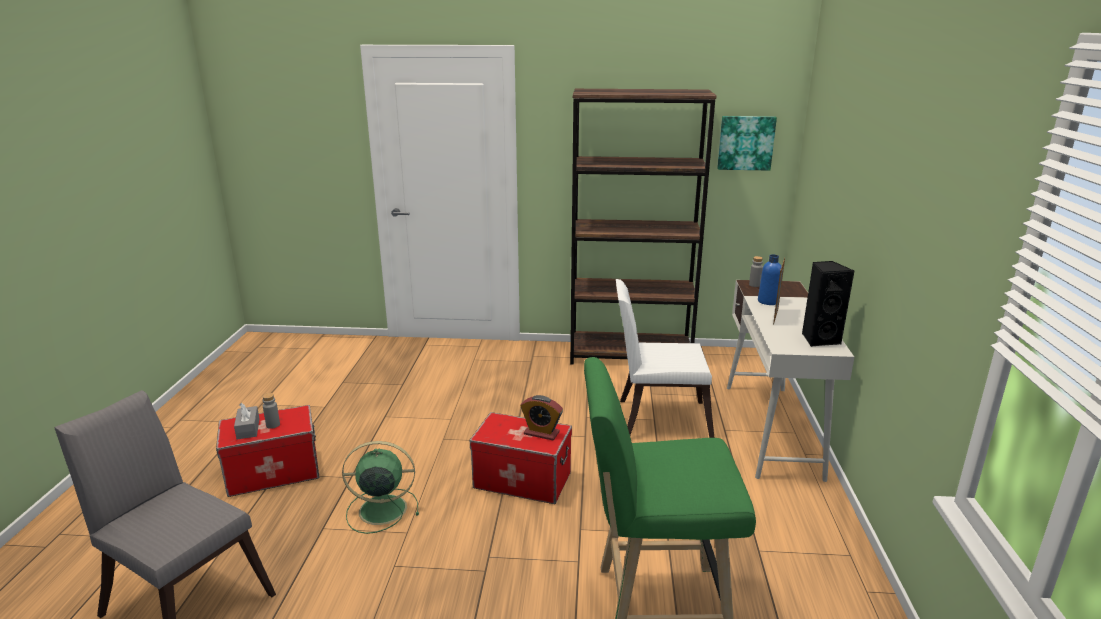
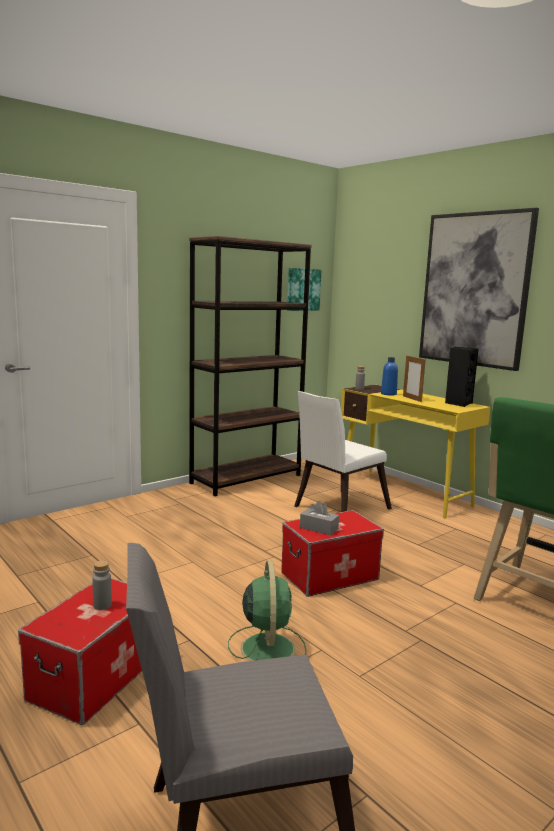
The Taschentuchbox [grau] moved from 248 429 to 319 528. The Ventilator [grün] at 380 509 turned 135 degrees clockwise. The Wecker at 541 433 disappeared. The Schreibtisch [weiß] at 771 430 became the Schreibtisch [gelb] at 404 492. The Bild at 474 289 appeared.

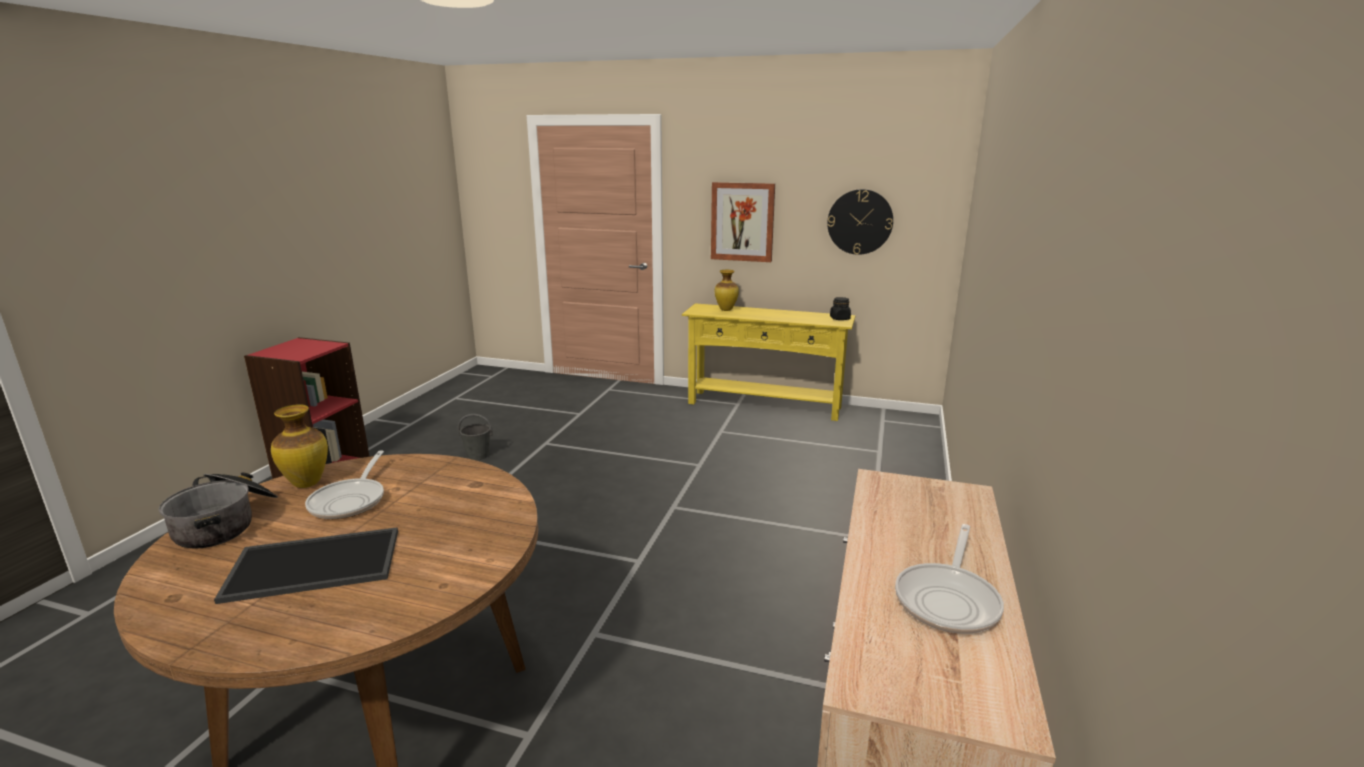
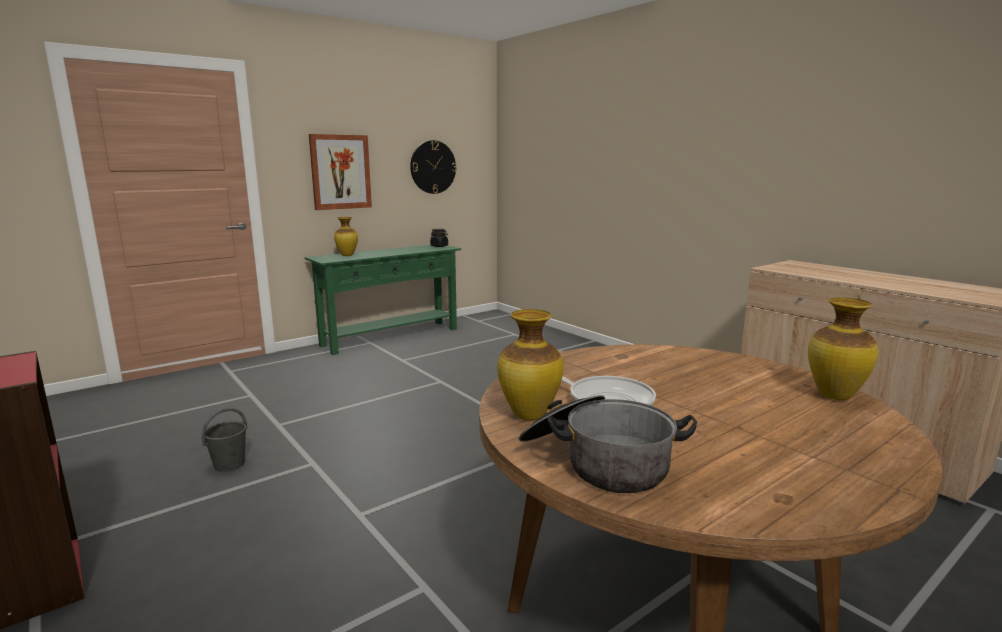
The Tablett at 312 566 disappeared. The Konsolentisch [gelb] at 764 405 became the Konsolentisch [grün] at 390 337. The Pfanne at 948 599 disappeared. The Vase at 833 396 appeared.

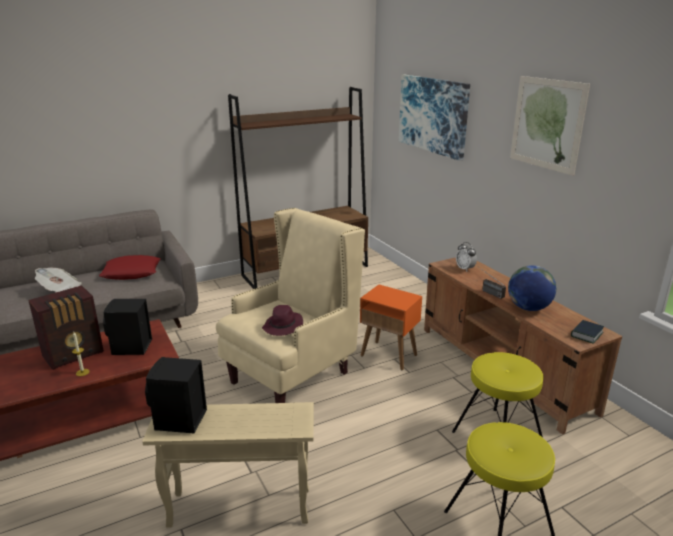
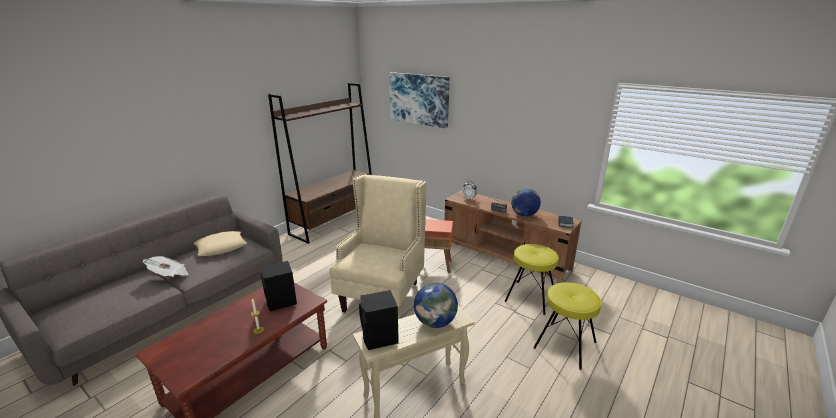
The Radio at 75 354 disappeared. The Kissen [rot] at 132 272 became the Kissen [beige] at 221 247. The Hut [lila] at 283 327 disappeared. The Bild at 547 124 disappeared. The Globus at 435 322 appeared.

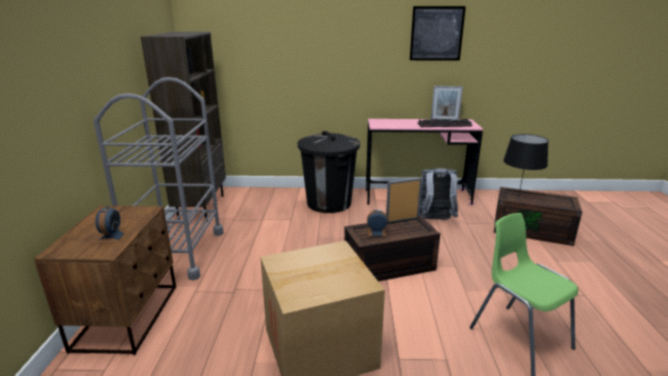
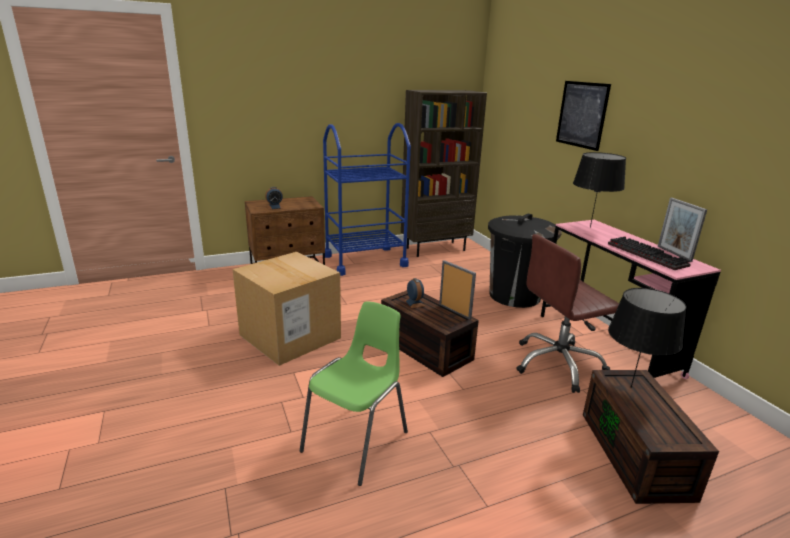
The Rollwagen [grau] at 178 253 became the Rollwagen [blau] at 365 261. The Bild moved from 436 33 to 582 114. The Rucksack [grau] at 435 220 was replaced by the Bürostuhl [braun] at 558 364. The Tischlampe [schwarz] at 589 227 appeared.

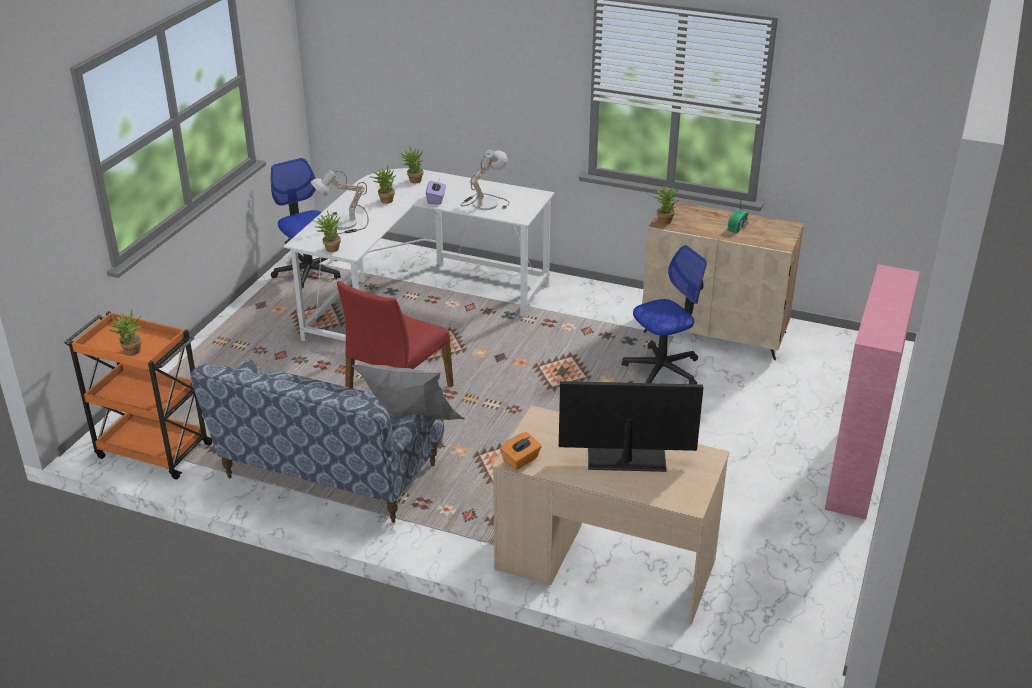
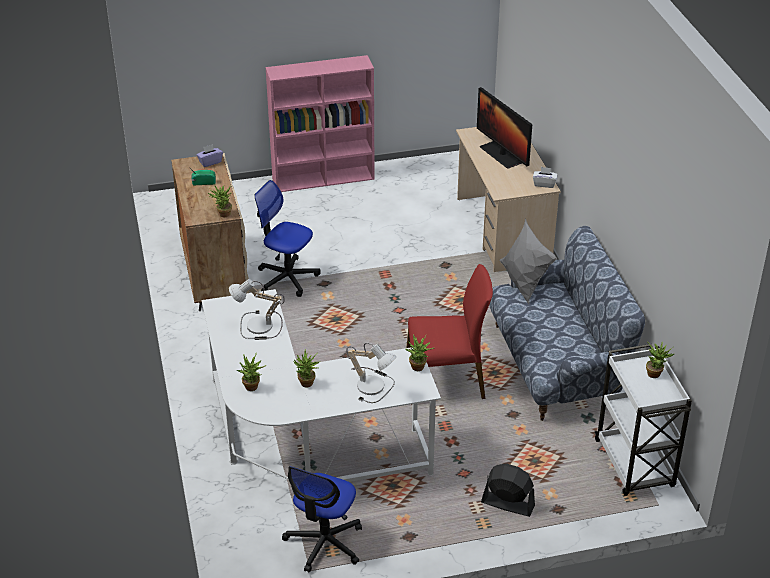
The Rollwagen [orange] at 152 450 became the Rollwagen [weiß] at 635 465. The Taschentuchbox [lila] moved from 436 199 to 210 162. The Taschentuchbox [orange] at 521 460 became the Taschentuchbox [weiß] at 544 184. The Ventilator [schwarz] at 507 504 appeared.

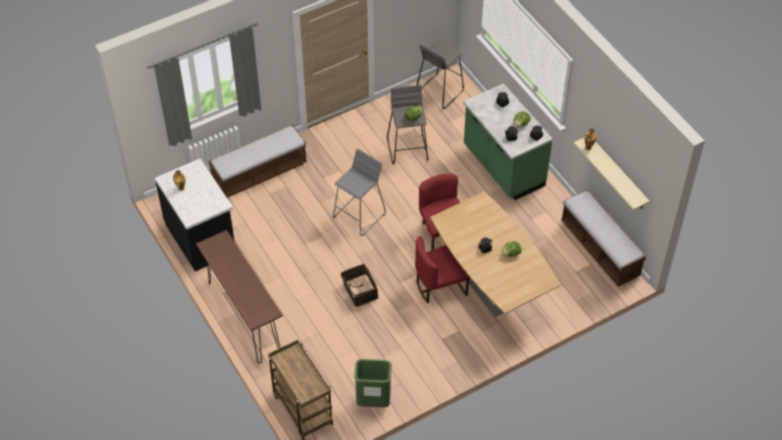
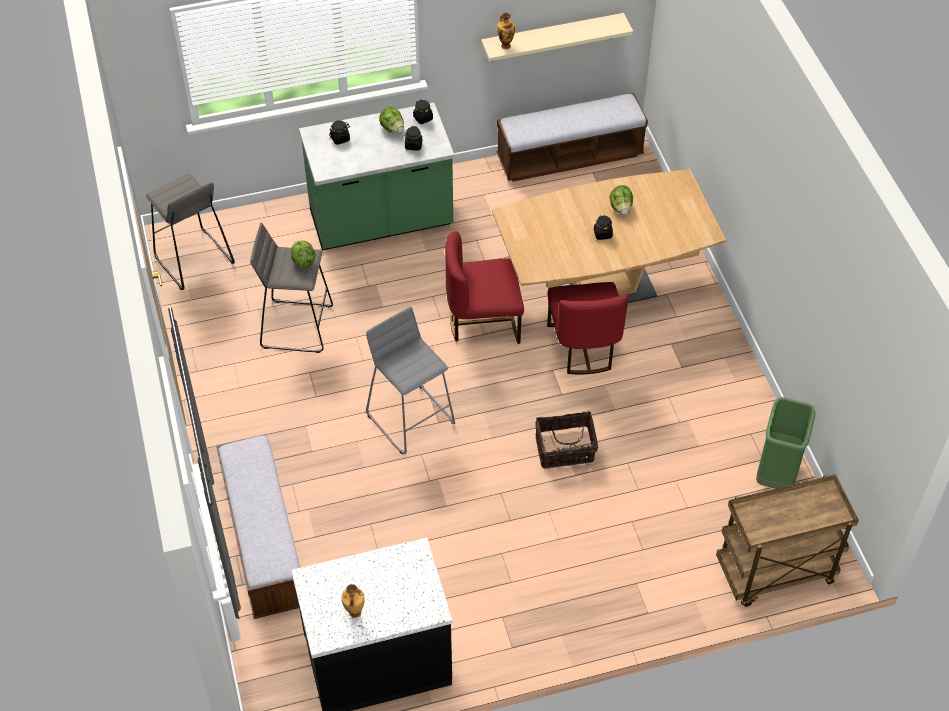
The Konsolentisch [braun] at 244 317 disappeared.

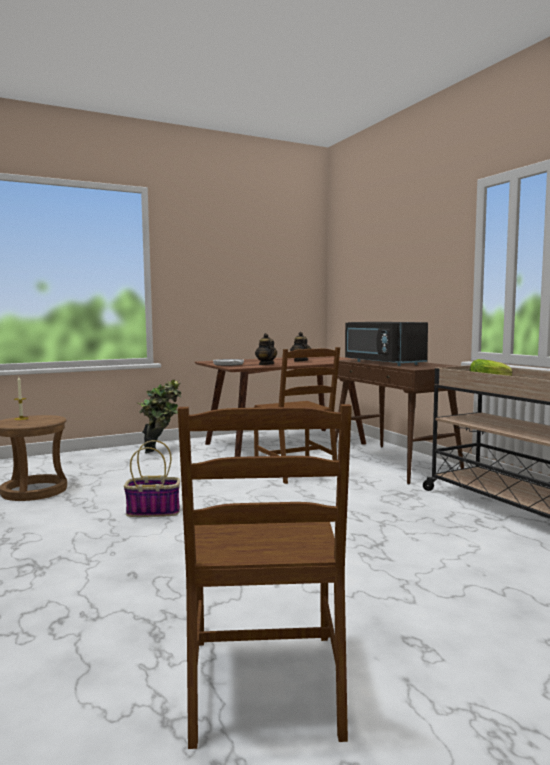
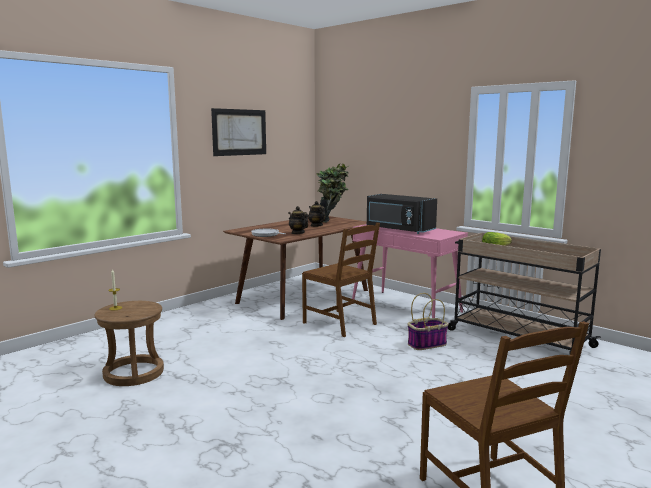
The Korb moved from 154 511 to 427 344. The Topfpflanze moved from 161 451 to 332 221. The Konsolentisch [braun] at 394 463 became the Konsolentisch [rosa] at 406 308. The Bild at 239 132 appeared.

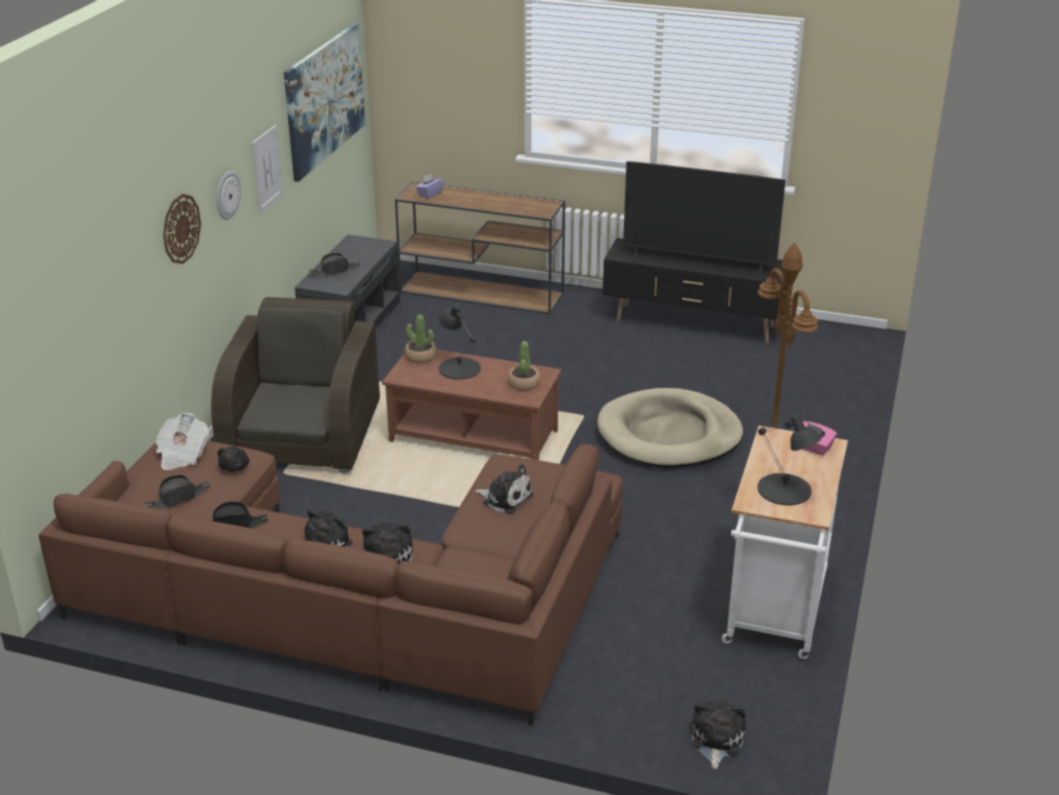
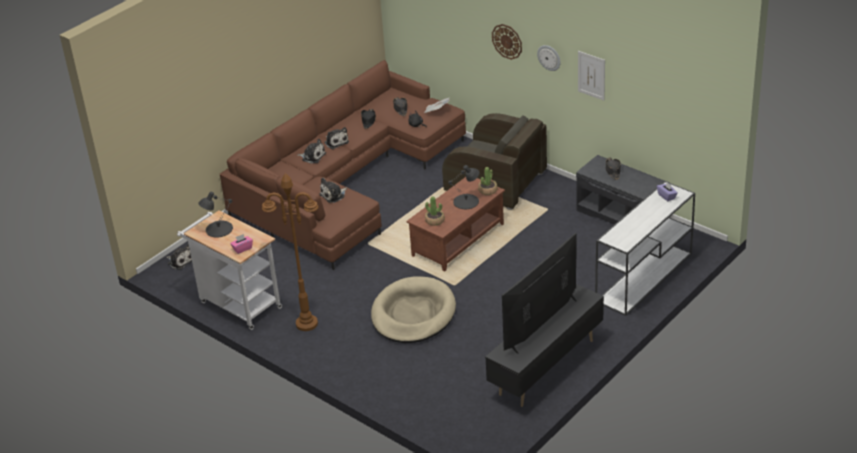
The Bild at 324 99 disappeared. The Konsolentisch [braun] at 483 293 became the Konsolentisch [weiß] at 643 278.

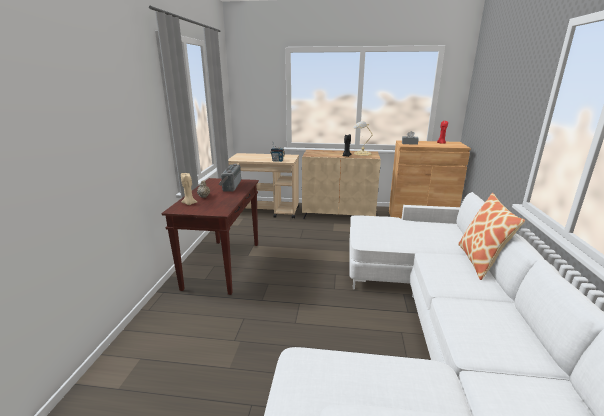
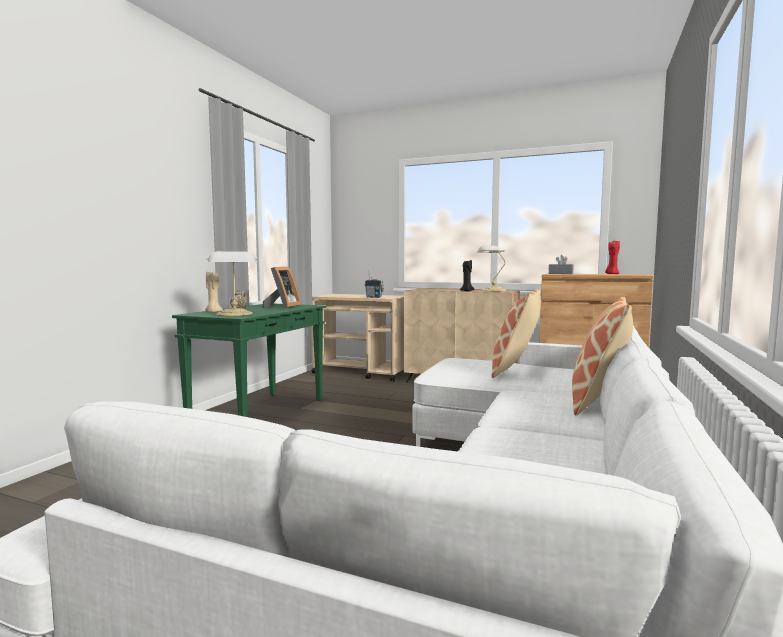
The Konsolentisch [braun] at 223 265 became the Konsolentisch [grün] at 260 413. The Radio at 230 186 was replaced by the Bilderrahmen at 282 306. The Tischlampe at 234 314 appeared. The Kissen at 516 369 appeared.

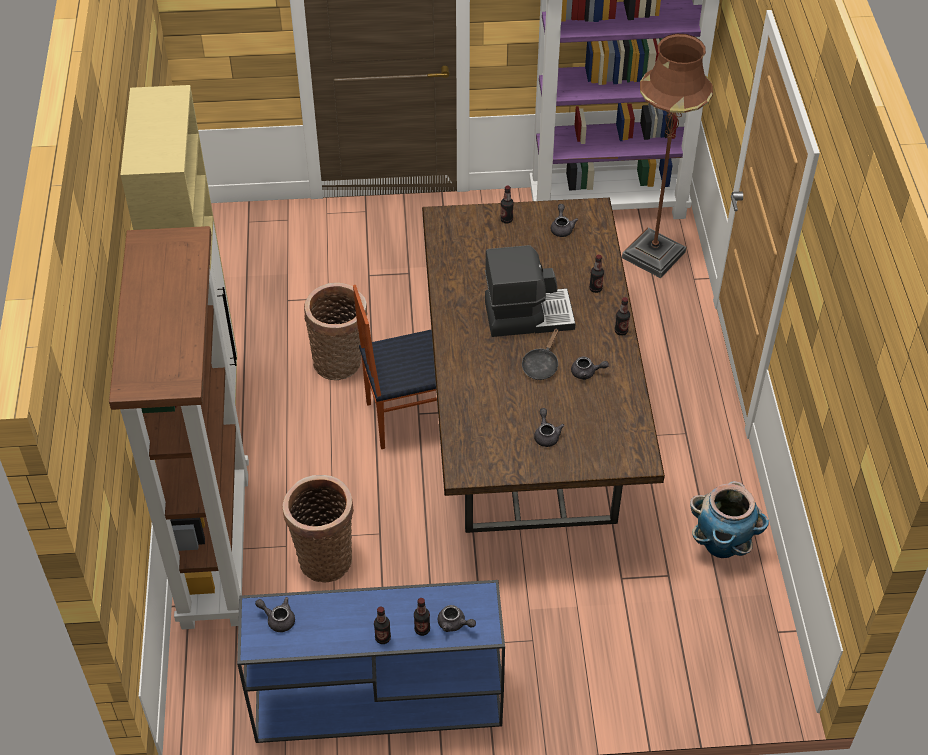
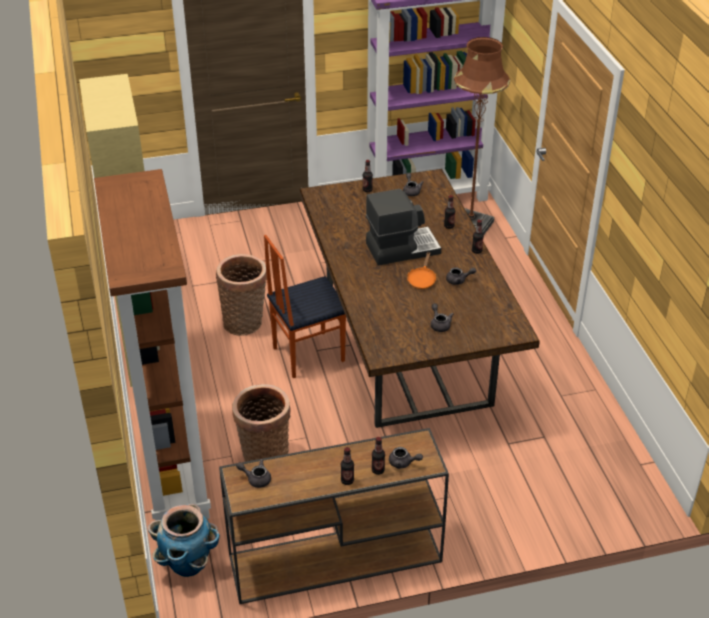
The Konsolentisch [blau] at 375 702 became the Konsolentisch [braun] at 333 559. The Pfanne [schwarz] at 541 365 became the Pfanne [orange] at 422 279. The Pflanzkübel moved from 722 544 to 188 564.

